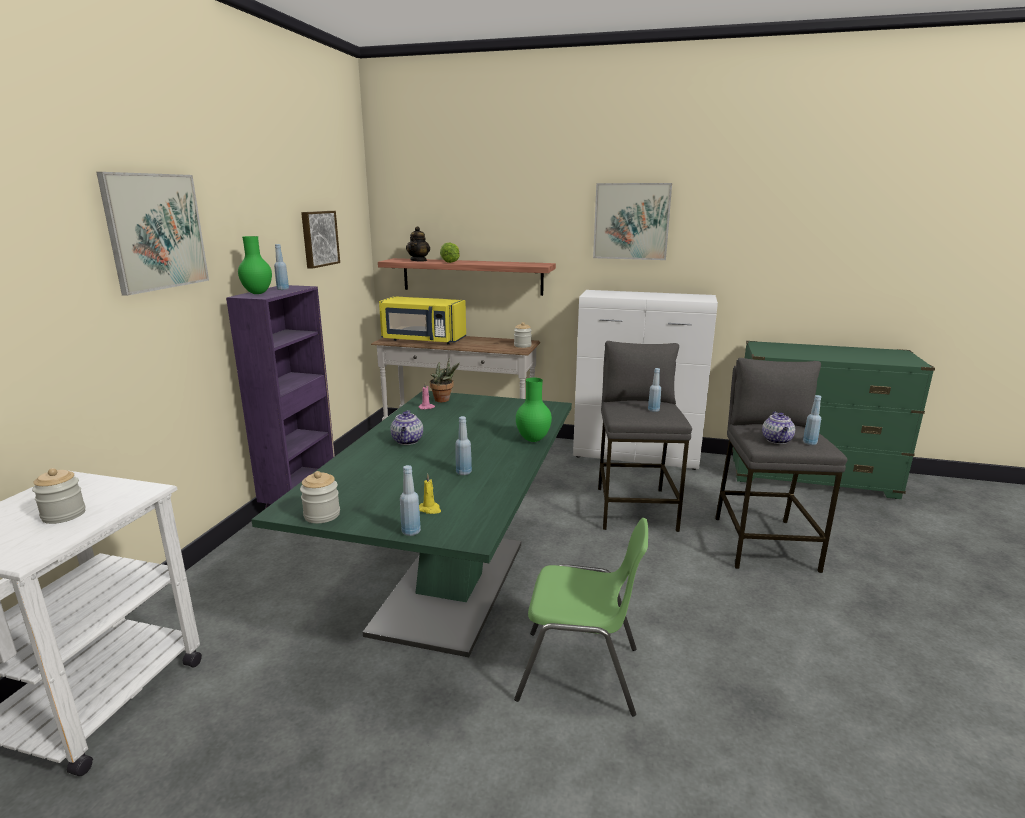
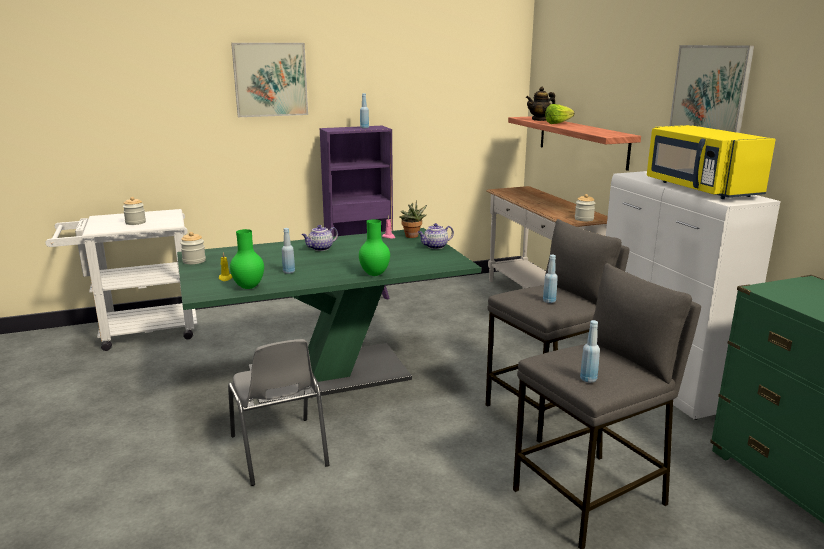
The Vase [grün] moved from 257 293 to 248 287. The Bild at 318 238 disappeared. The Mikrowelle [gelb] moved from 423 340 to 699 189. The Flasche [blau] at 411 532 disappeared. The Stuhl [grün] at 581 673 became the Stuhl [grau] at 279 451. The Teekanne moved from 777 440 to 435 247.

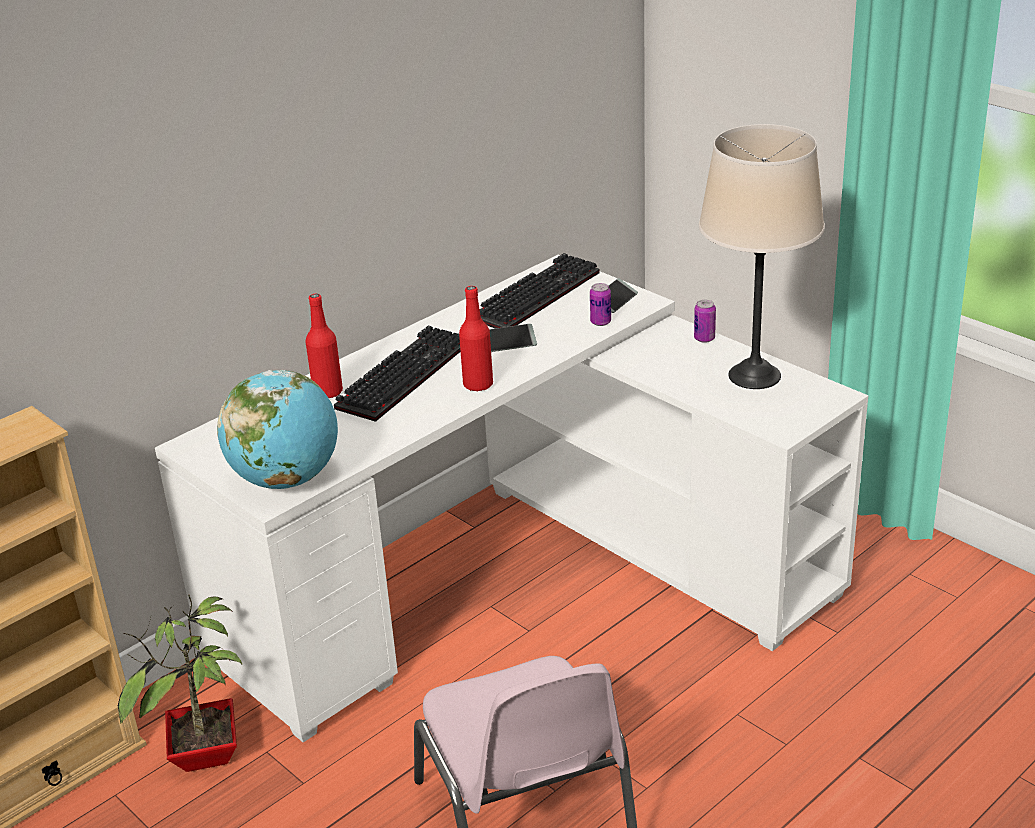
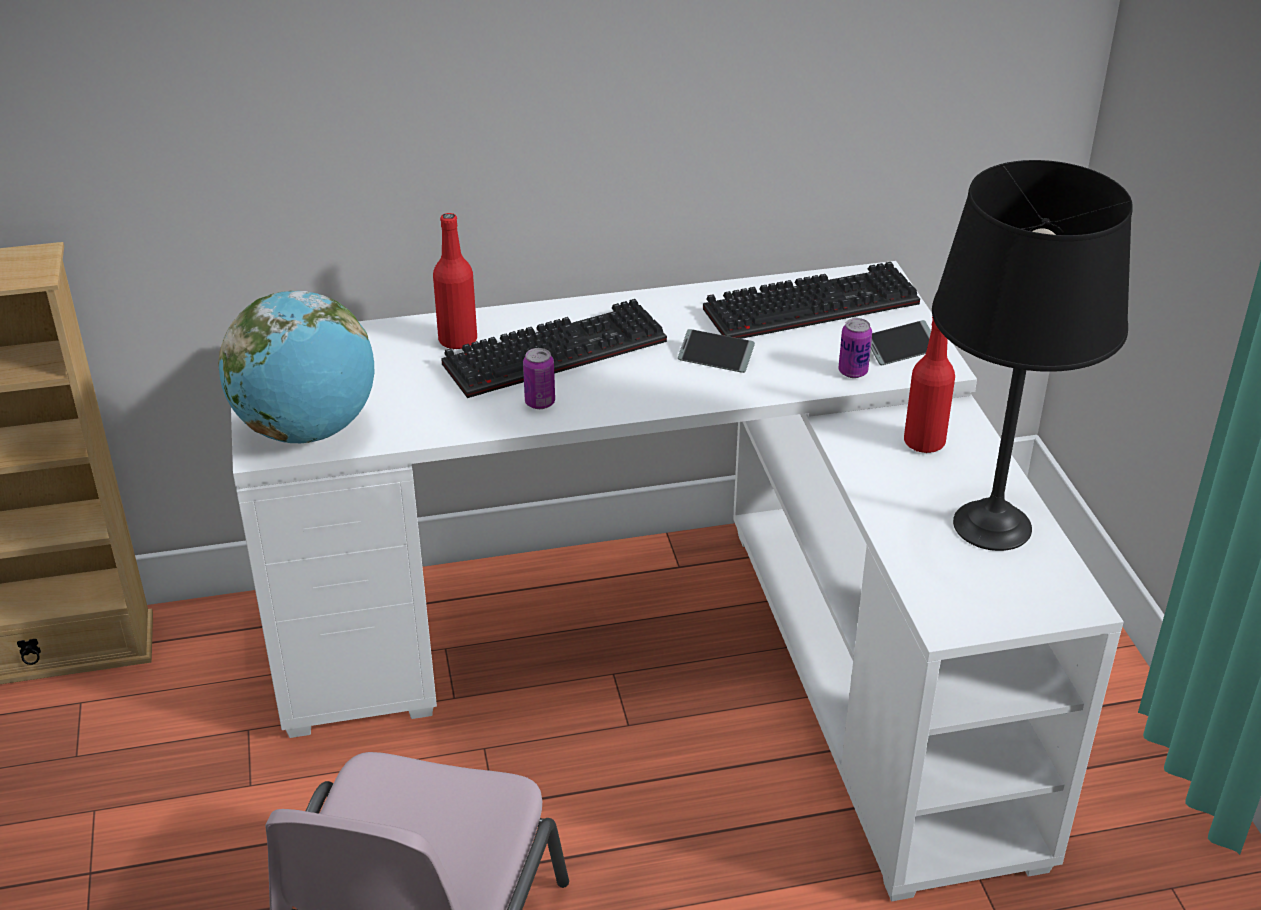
The Topfpflanze at 206 757 disappeared. The Flasche [rot] moved from 478 385 to 924 442. The Dose moved from 704 338 to 540 402. The Tischlampe [beige] at 754 376 became the Tischlampe [schwarz] at 991 525.

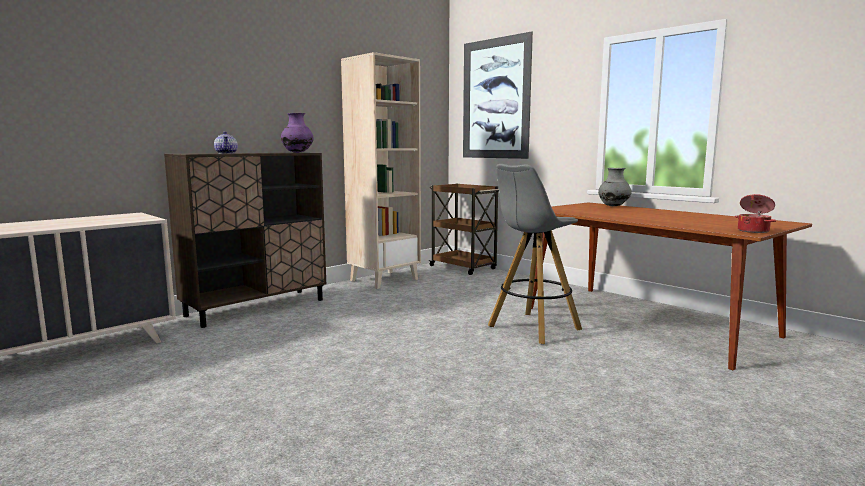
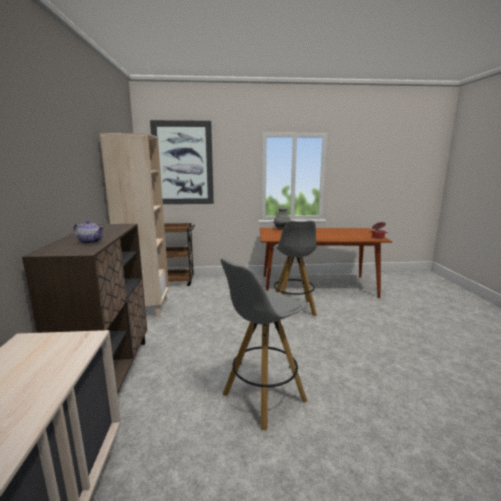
The Vase [lila] at 297 152 disappeared. The Hocker [grau] at 263 398 appeared.

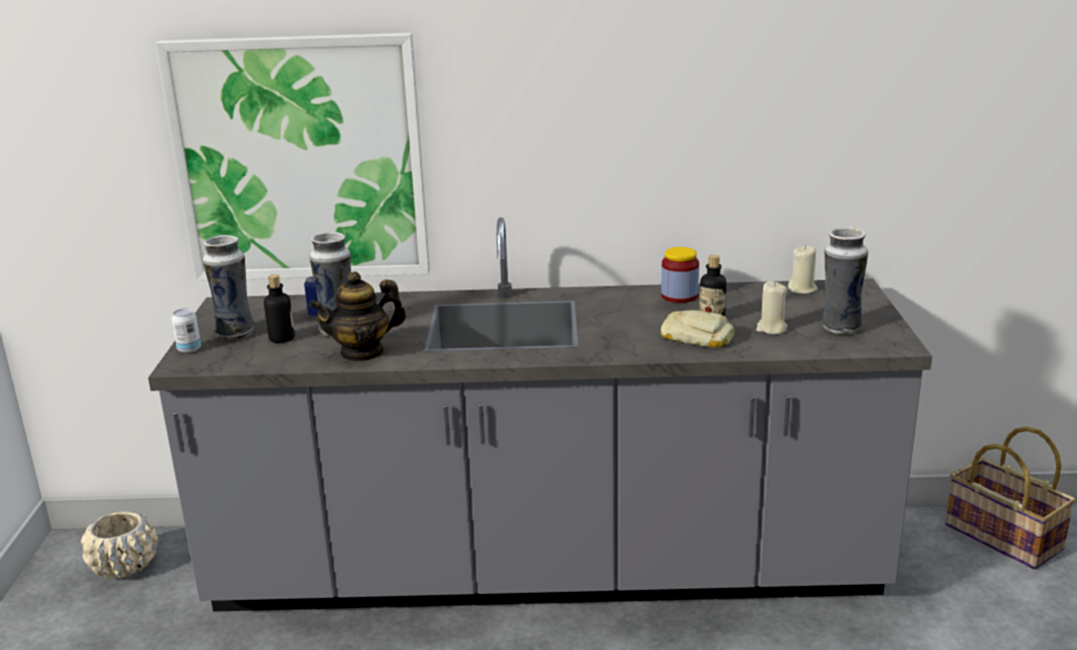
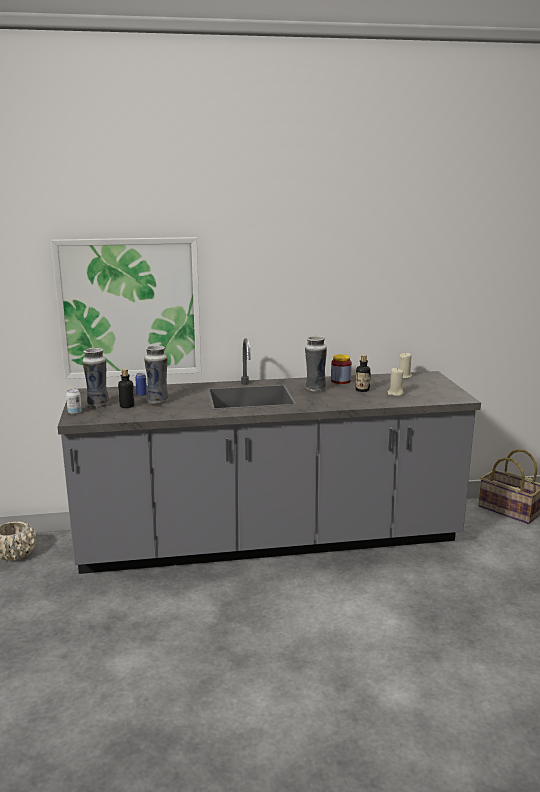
The Teekanne at 362 352 disappeared. The Brot at 697 337 disappeared. The Vase moved from 839 328 to 315 389.

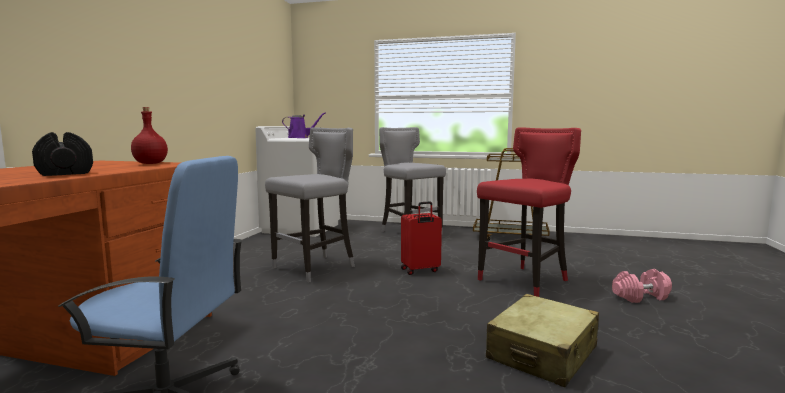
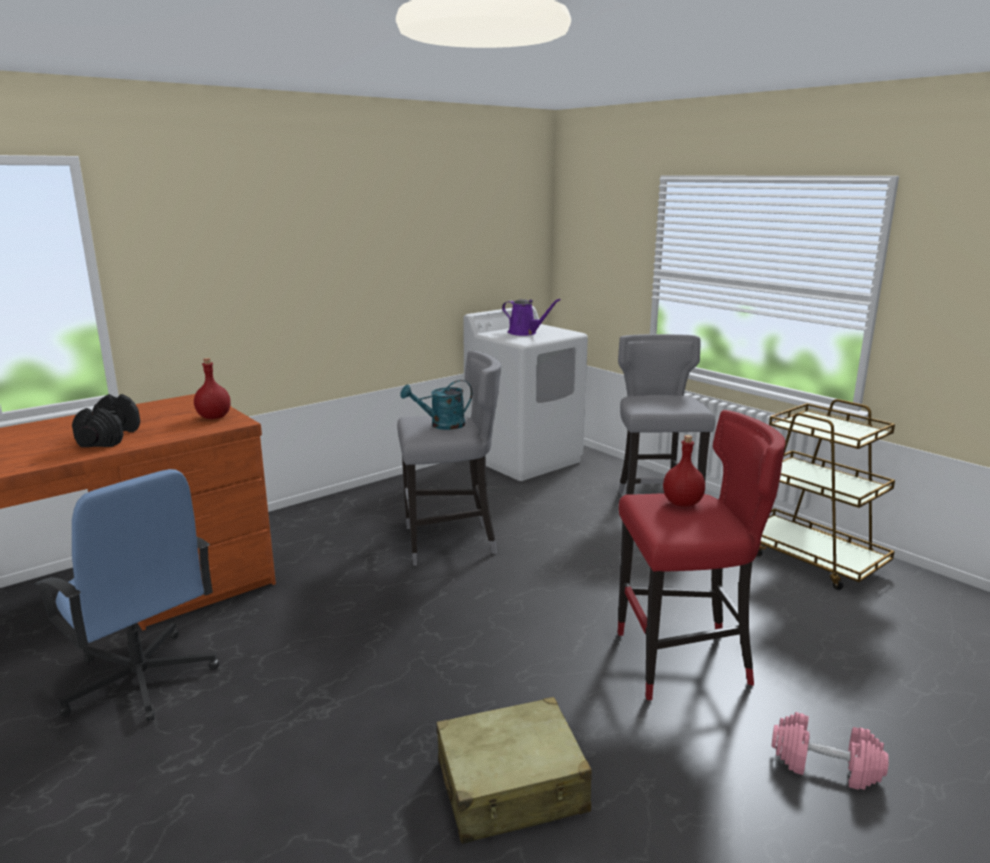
The Koffer [rot] at 420 270 disappeared. The Gießkanne [türkis] at 441 425 appeared. The Flasche [rot] at 682 503 appeared.

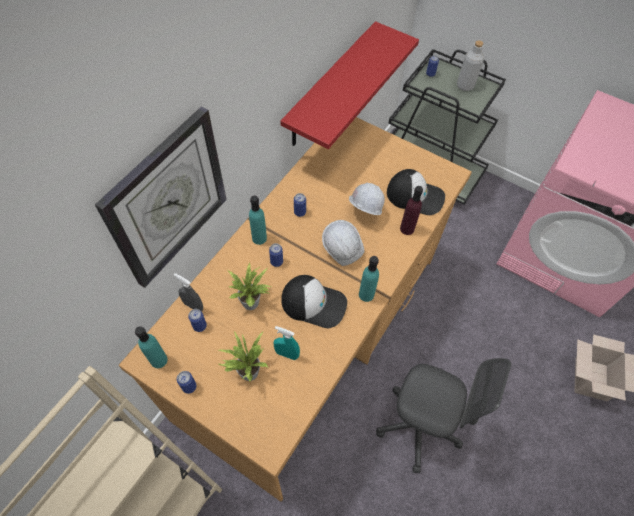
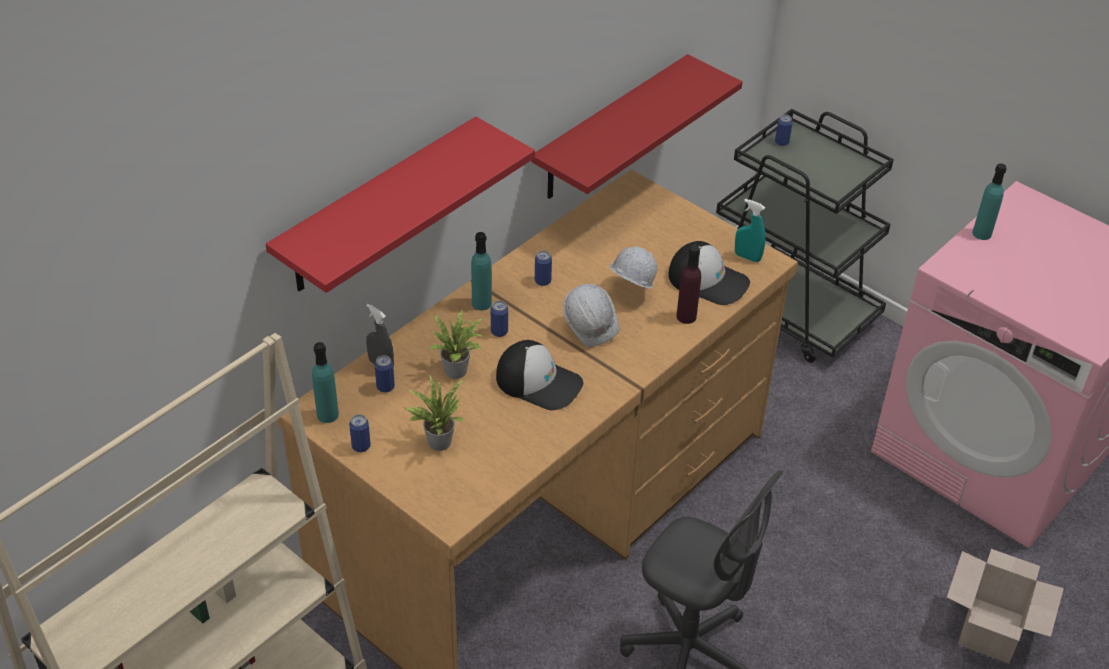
The Wanduhr at 168 199 was replaced by the Wandregal [rot] at 378 207. The Sprühflasche [türkis] moved from 287 354 to 747 257. The Flasche [türkis] moved from 366 294 to 982 233. The Flasche [grau] at 465 86 disappeared.

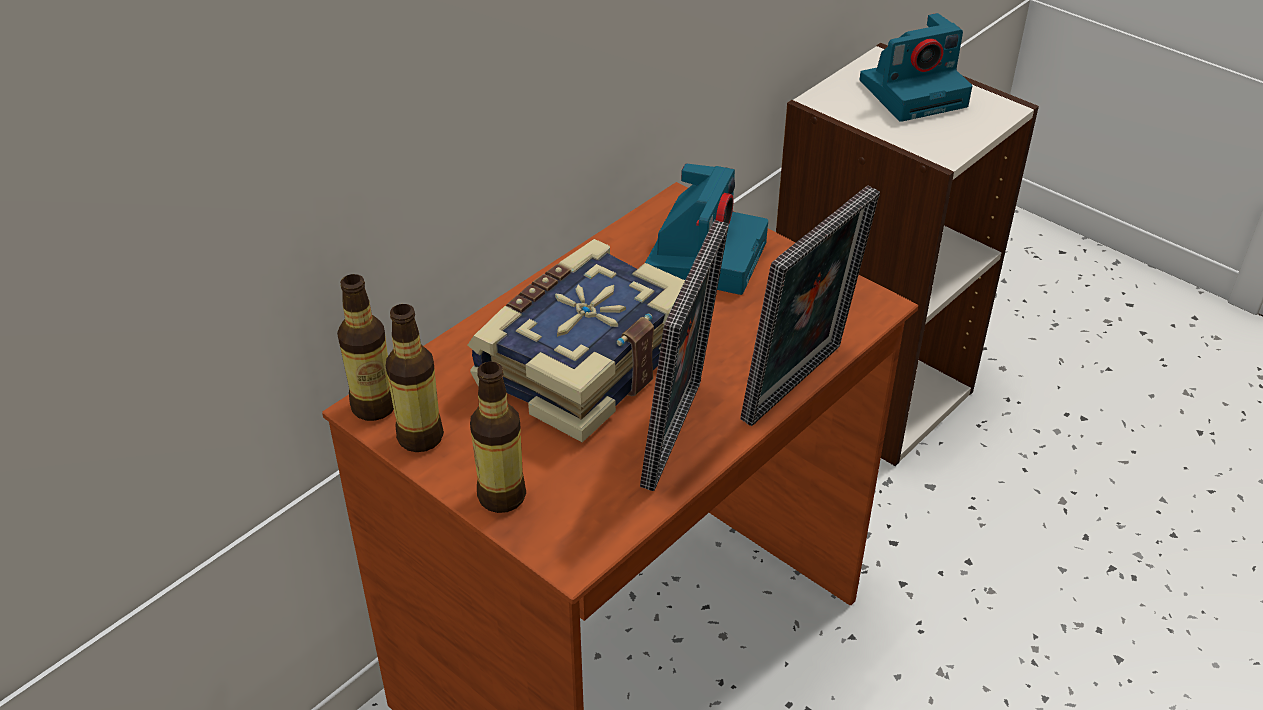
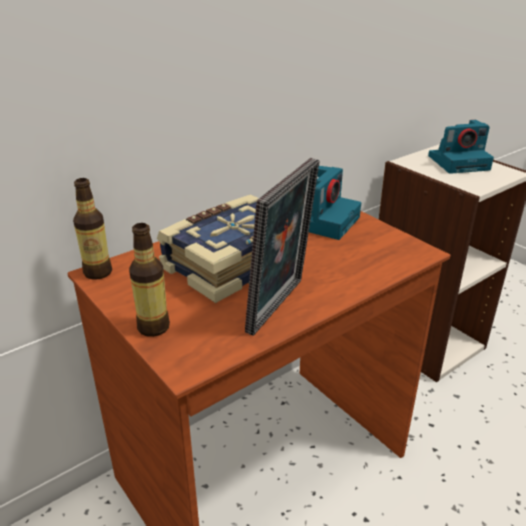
The Flasche at 420 437 disappeared. The Bilderrahmen at 799 387 disappeared.

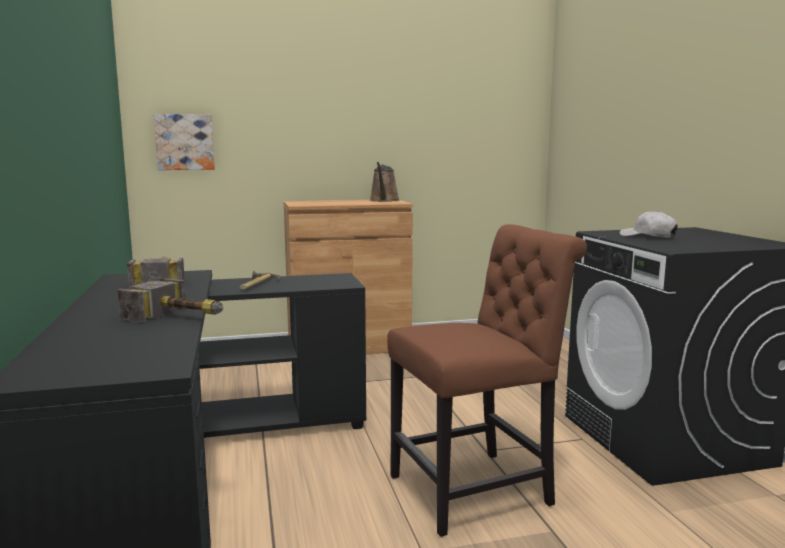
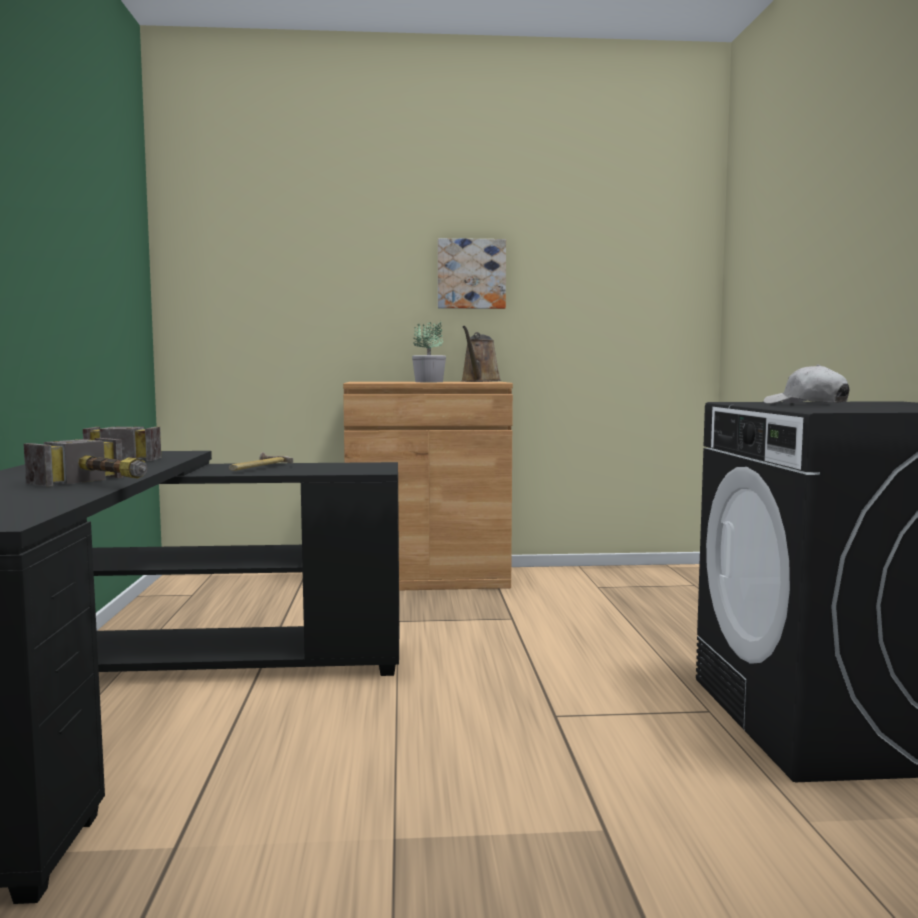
The Bild moved from 185 142 to 471 274. The Stuhl [braun] at 478 489 disappeared. The Topfpflanze at 429 382 appeared.

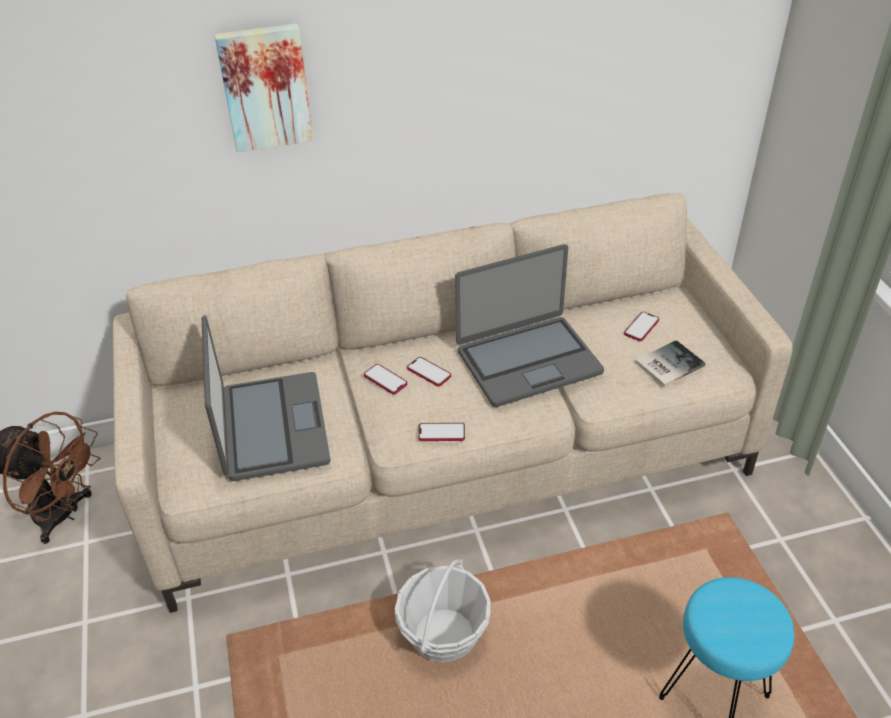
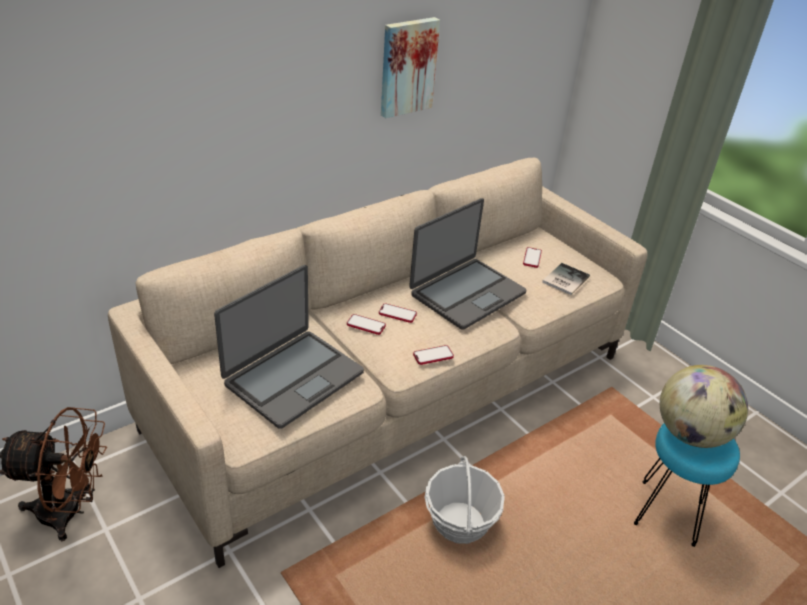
The Laptop at 271 427 turned 75 degrees clockwise. The Bild moved from 265 87 to 407 67. The Globus at 691 434 appeared.

